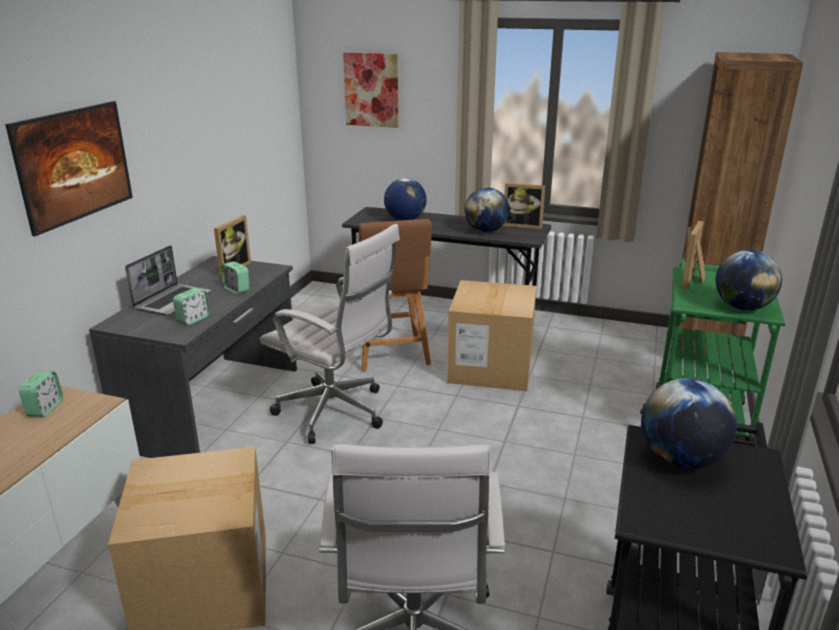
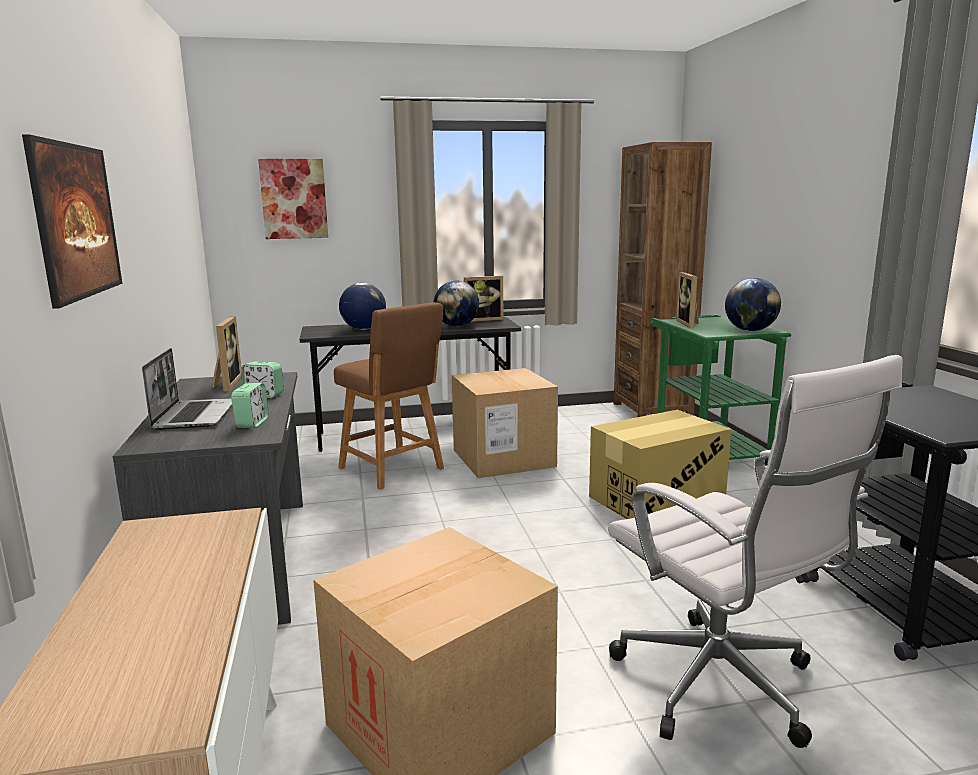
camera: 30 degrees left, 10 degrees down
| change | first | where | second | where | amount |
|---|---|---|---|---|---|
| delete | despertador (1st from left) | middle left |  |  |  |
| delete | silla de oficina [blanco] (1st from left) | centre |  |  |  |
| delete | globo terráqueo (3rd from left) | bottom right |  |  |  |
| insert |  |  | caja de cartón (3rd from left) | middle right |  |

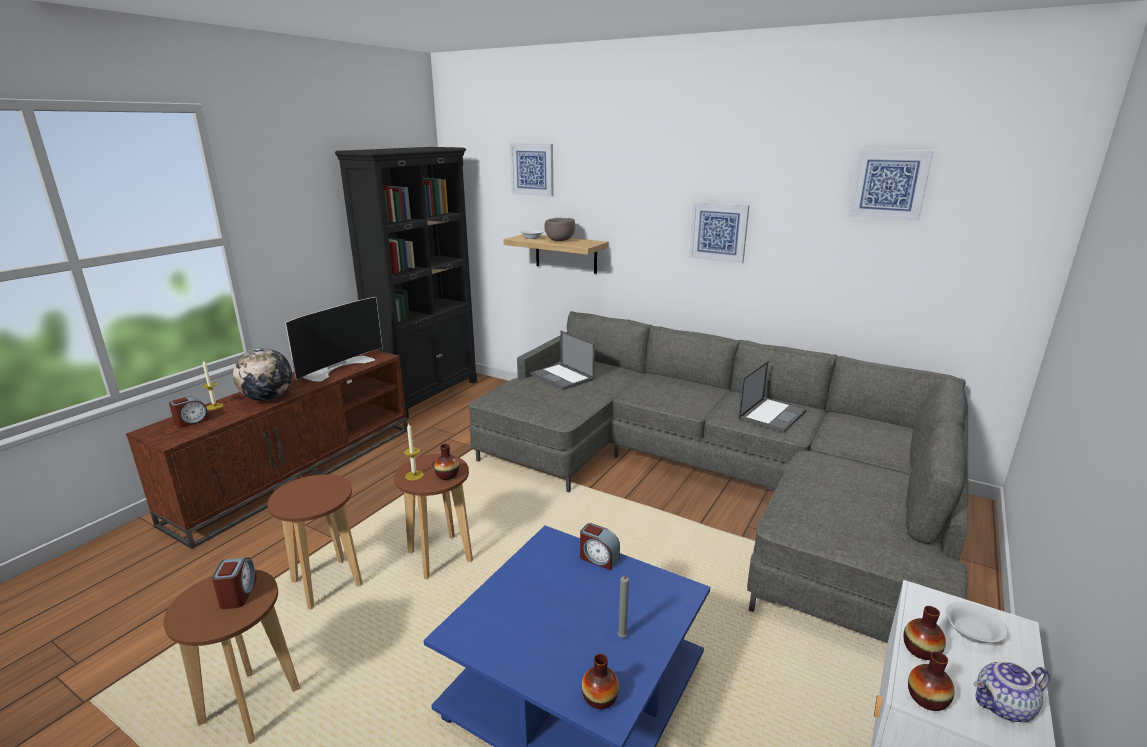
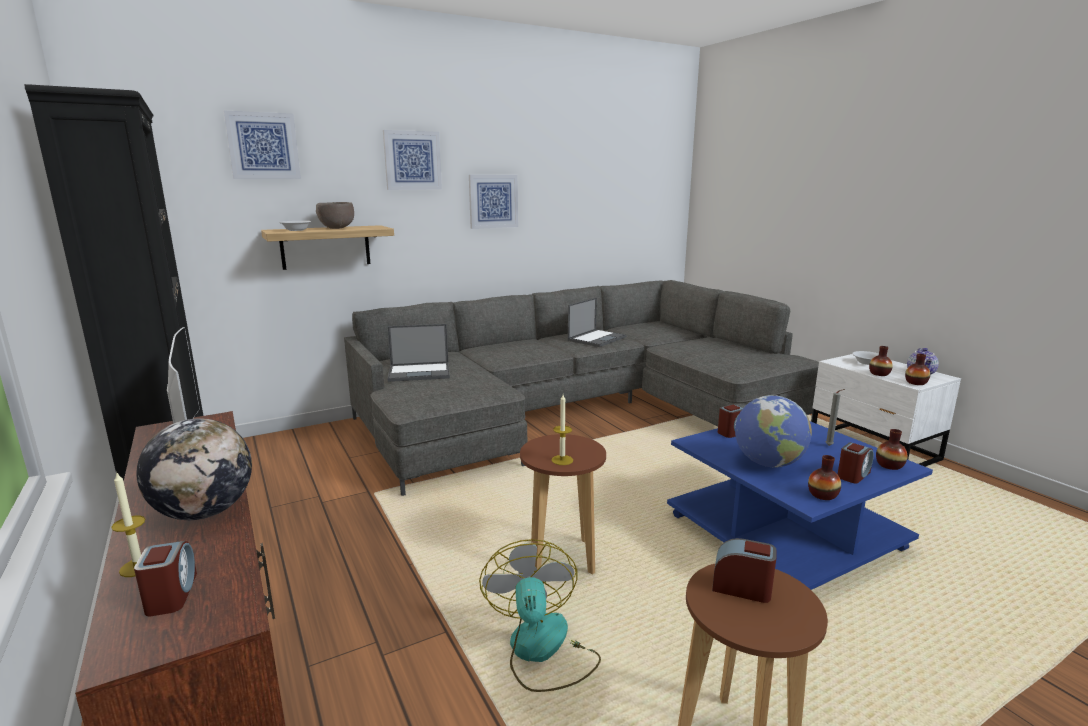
camera: 60 degrees left, 5 degrees down
| change | first | where | second | where | amount |
|---|---|---|---|---|---|
| replace | taburete [marrón] (2nd from left) | bottom left | ventilador | bottom centre |  |
| move | florero (1st from left) | centre |  | middle right |  |
| rotate | portátil (2nd from left) | middle right |  | centre | 60 degrees clockwise |
| move | cuadro (3rd from left in the first image) | top right | cuadro (2nd from left) | top centre |  |
| insert |  |  | globo terráqueo (2nd from left) | middle right |  |
| insert |  |  | despertador (4th from left) | middle right |  |

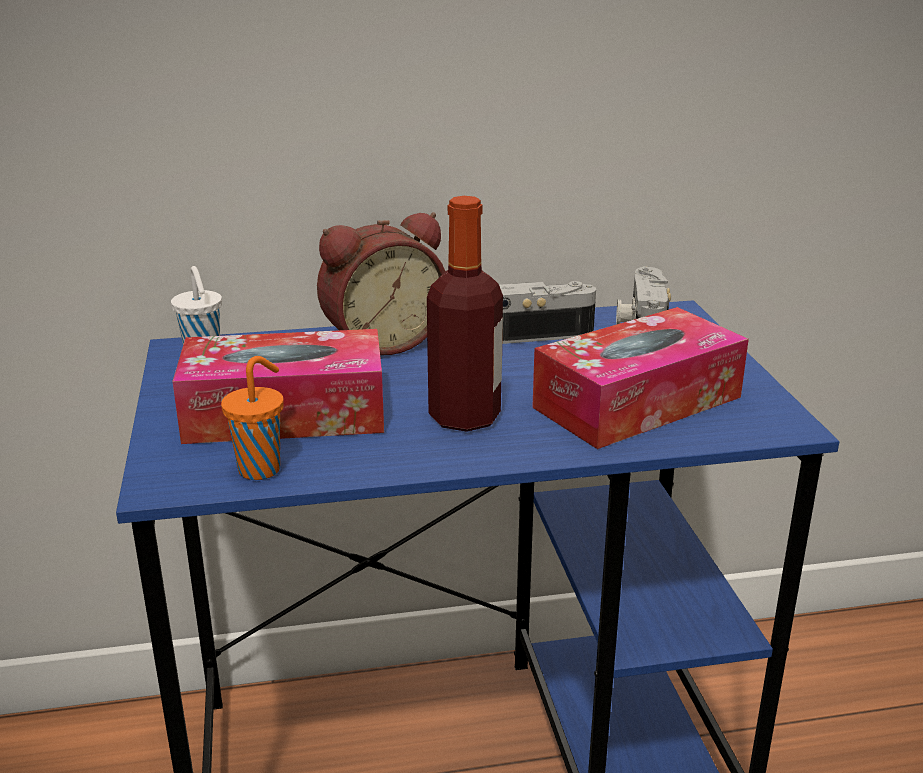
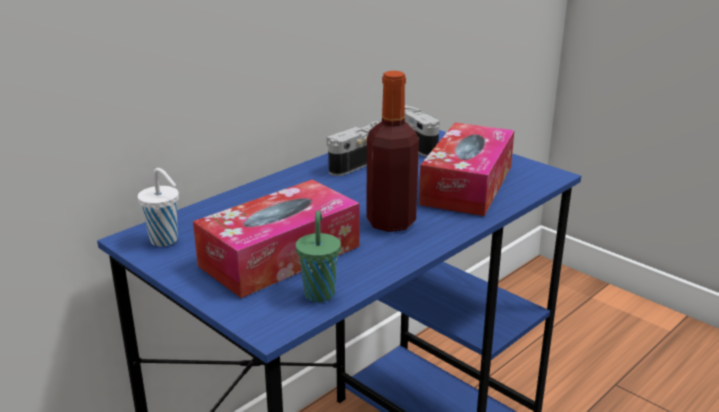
camera: 35 degrees left, 0 degrees up
| change | first | where | second | where | amount |
|---|---|---|---|---|---|
| recolor | taza [naranja] | middle left | taza [verde] | centre |  |
| delete | despertador | centre |  |  |  |

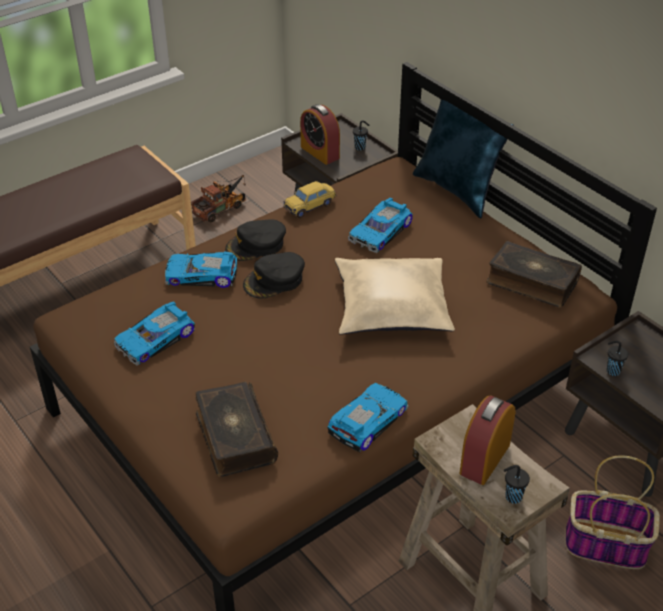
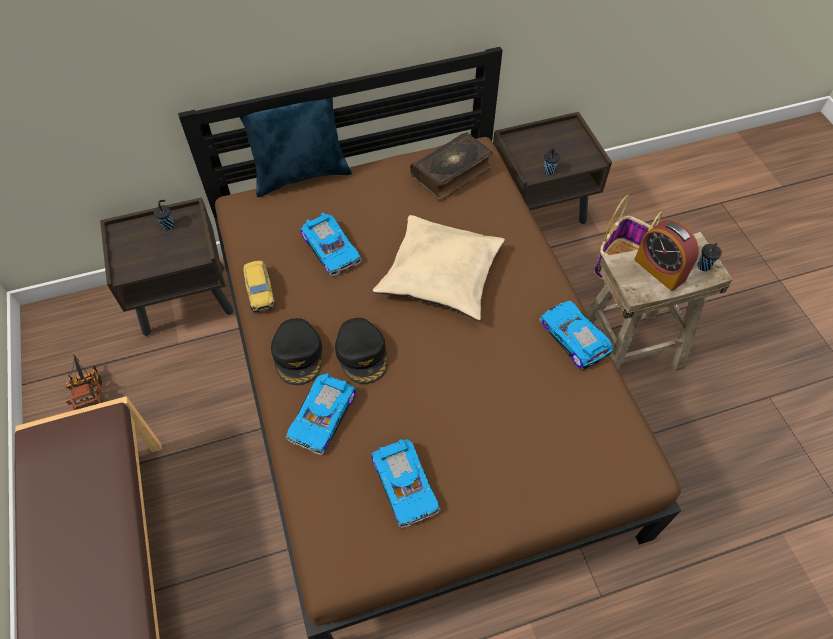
camera: 70 degrees left, 15 degrees up
| change | first | where | second | where | amount |
|---|---|---|---|---|---|
| delete | libro (1st from left) | bottom centre |  |  |  |
| delete | despertador (1st from left) | top centre |  |  |  |

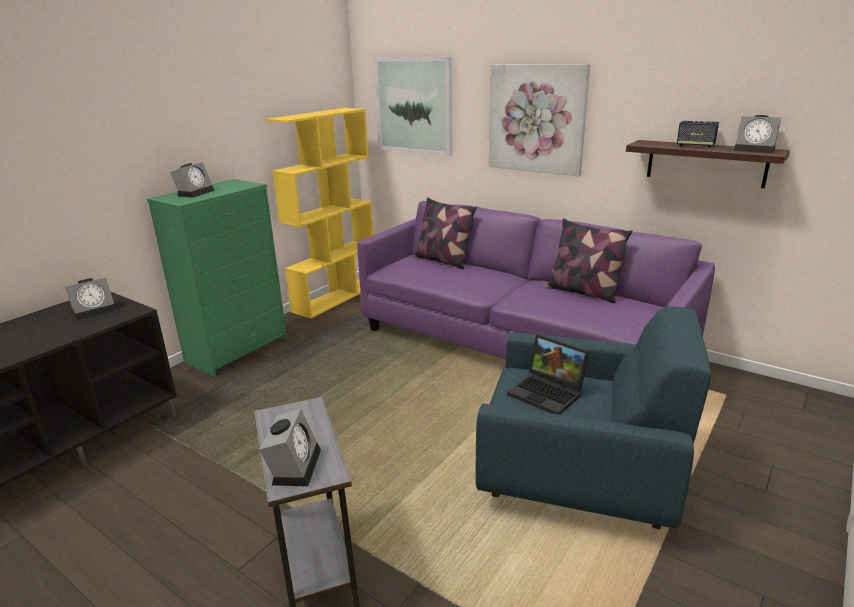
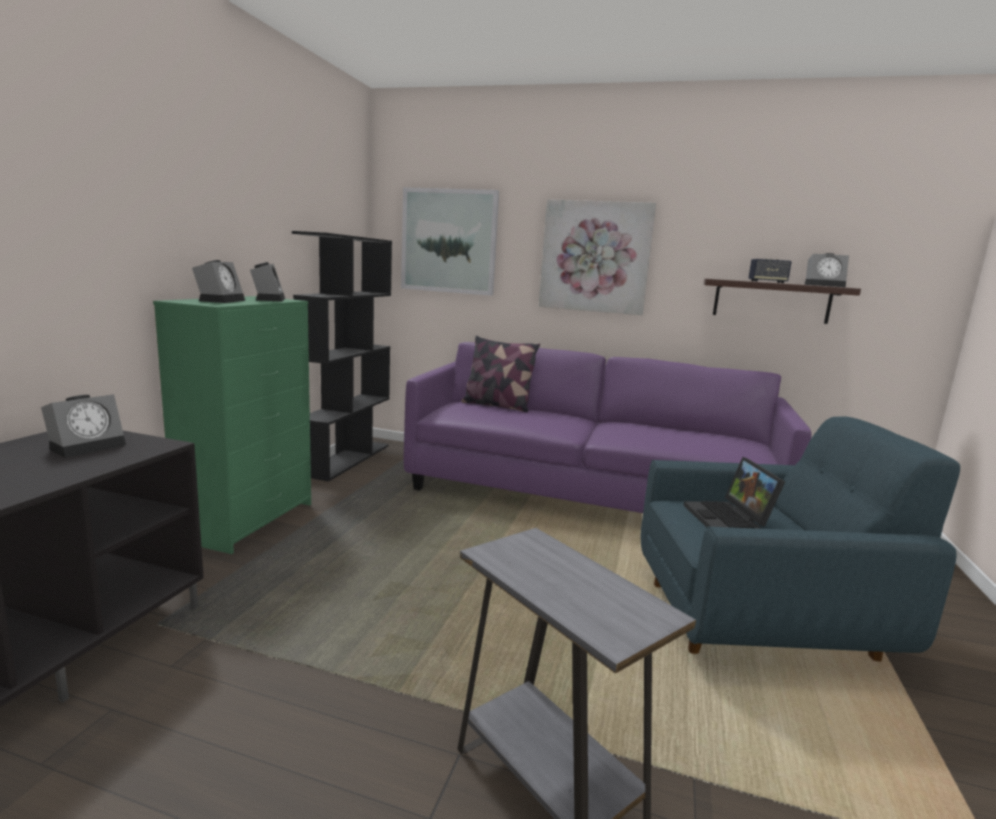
camera: 20 degrees left, 10 degrees down
| change | first | where | second | where | amount |
|---|---|---|---|---|---|
| move | despertador (3rd from left) | bottom centre |  | middle left |  |
| recolor | estantería [amarillo] | centre | estantería [negro] | centre |  |
| rotate | portátil | centre |  | middle right | 60 degrees clockwise |
| delete | cojín (2nd from left) | middle right |  |  |  |

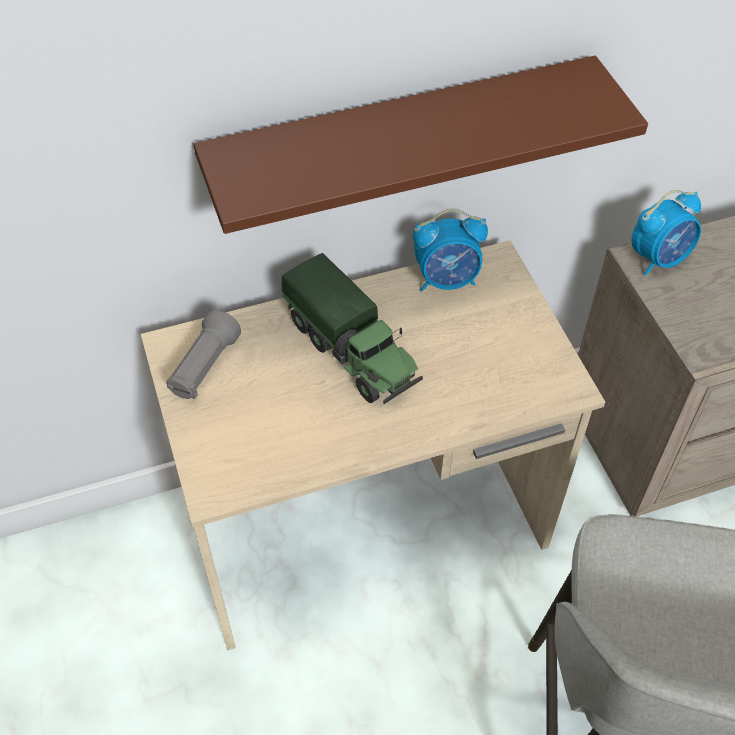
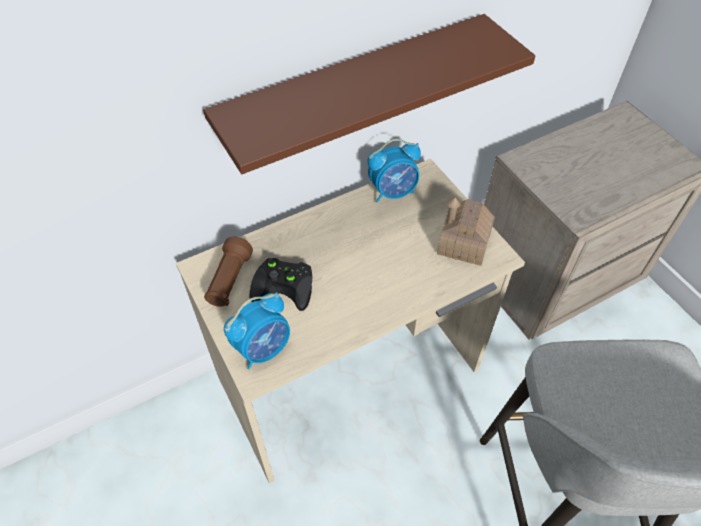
camera: 10 degrees left, 0 degrees up
| change | first | where | second | where | amount |
|---|---|---|---|---|---|
| recolor | linterna [gris] | middle left | linterna [marrón] | middle left |  |
| delete | camión de juguete | centre |  |  |  |
| move | despertador (2nd from left in the first image) | top right | despertador (1st from left) | centre |  |
| insert |  |  | mando de consola [negro] | centre |  |
| insert |  |  | casita | centre |  |

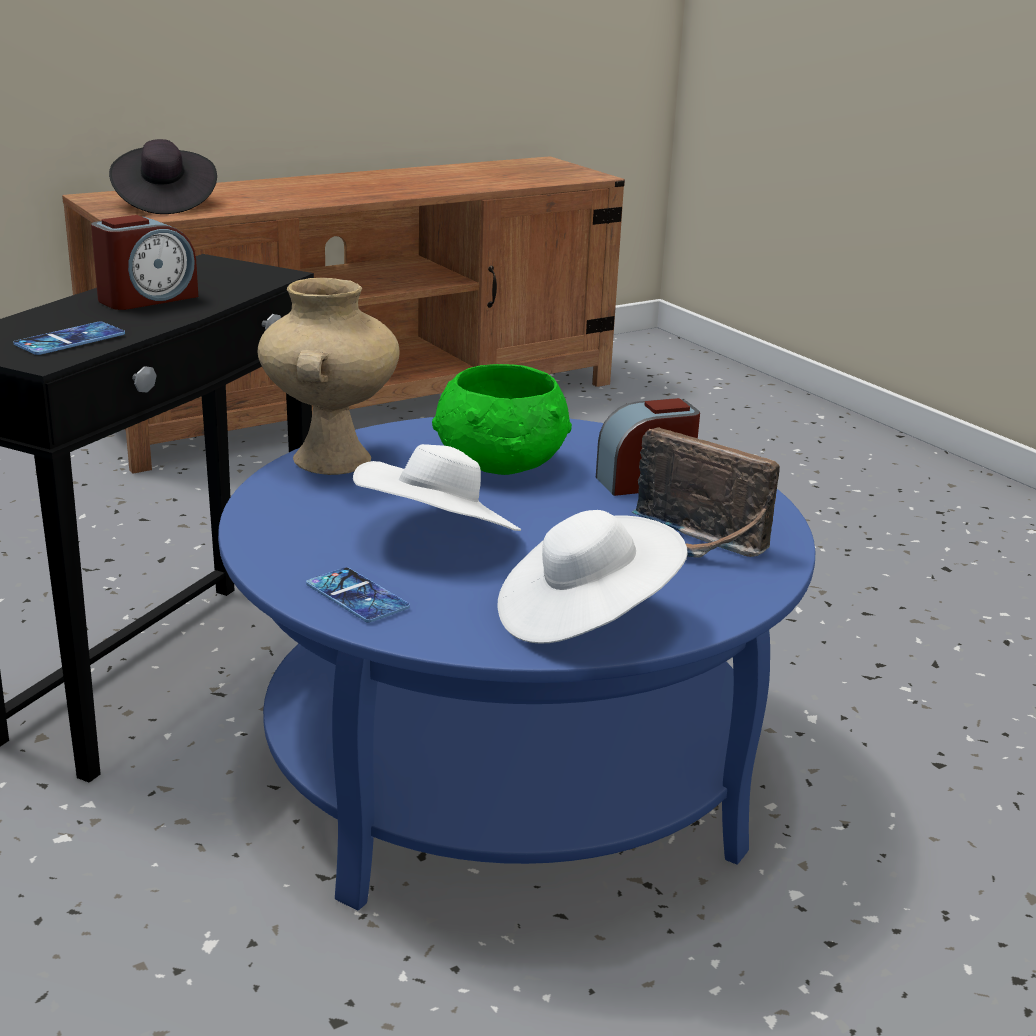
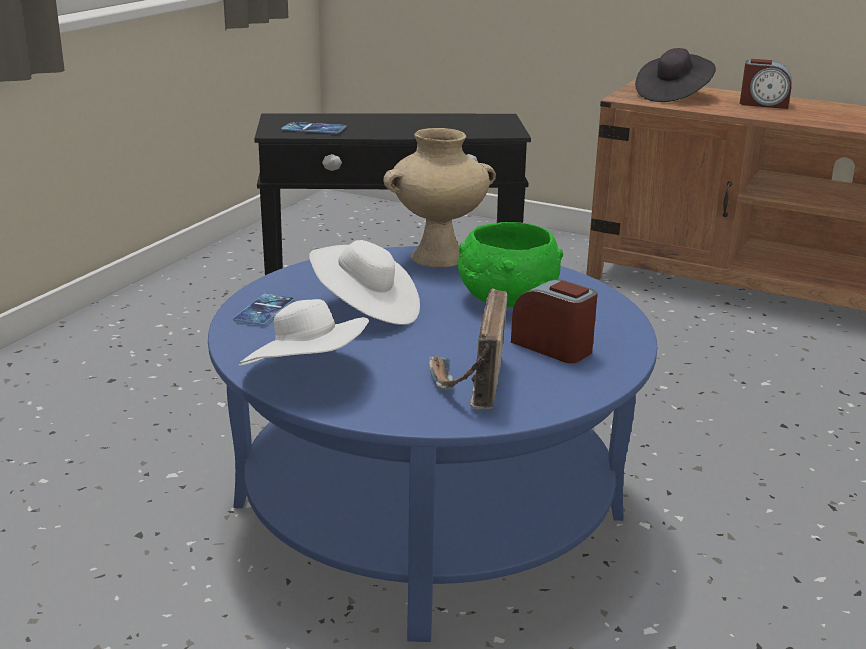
camera: 60 degrees right, 0 degrees up
| change | first | where | second | where | amount |
|---|---|---|---|---|---|
| move | despertador (1st from left in the first image) | top left | despertador (2nd from left) | top right |  |

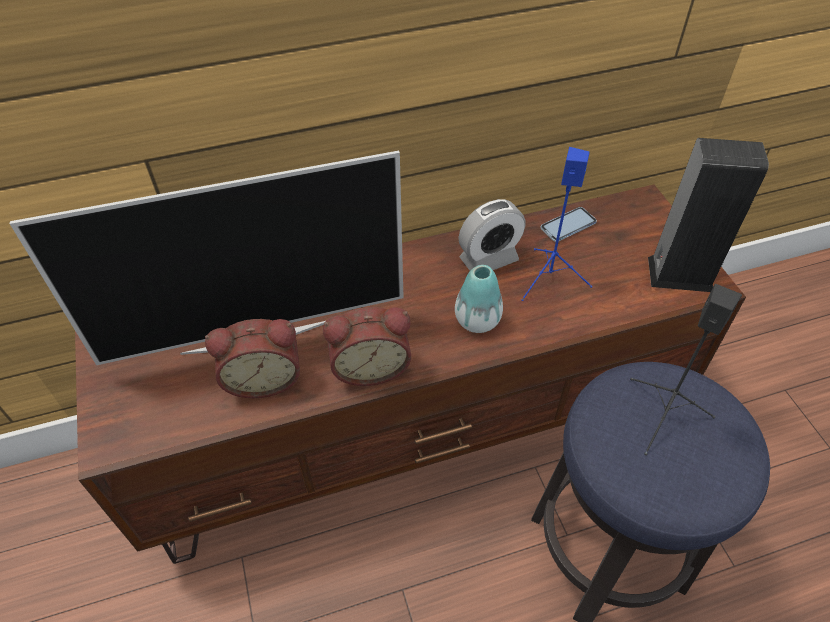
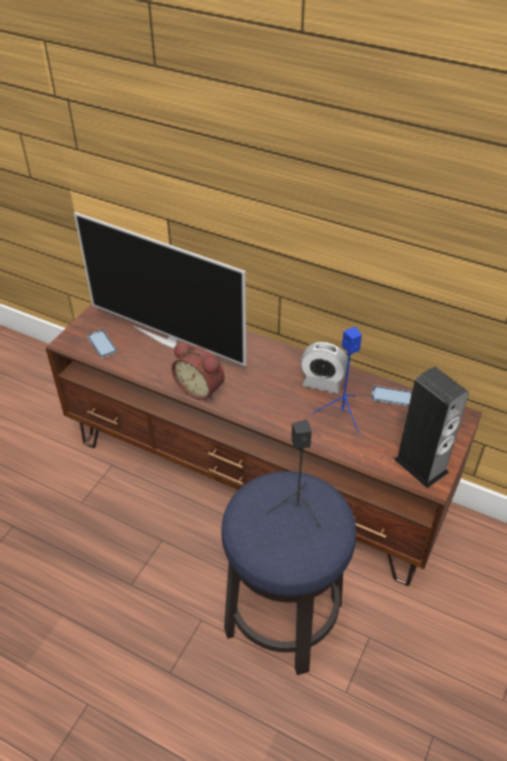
camera: 45 degrees right, 5 degrees down
| change | first | where | second | where | amount |
|---|---|---|---|---|---|
| delete | despertador (1st from left) | middle left |  |  |  |
| delete | florero | centre |  |  |  |
| insert |  |  | móvil (1st from left) | middle left |  |

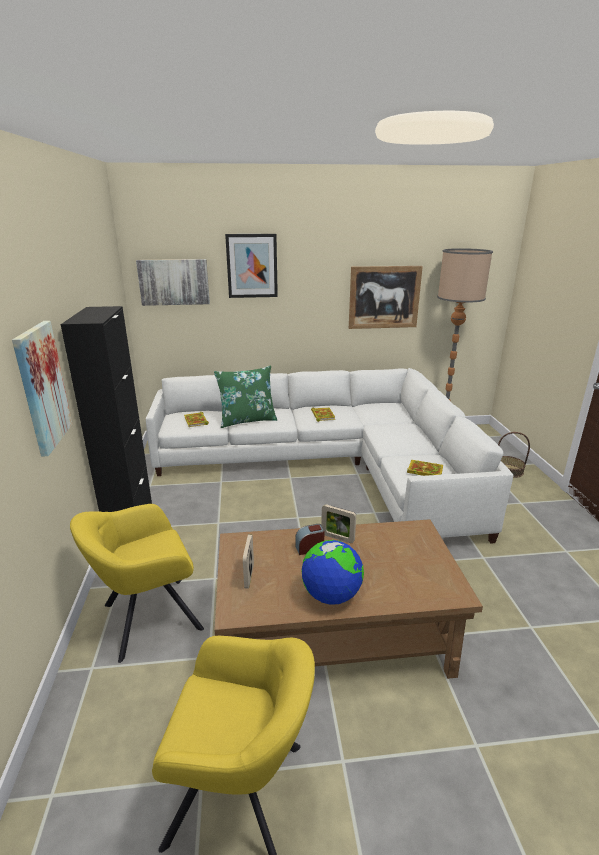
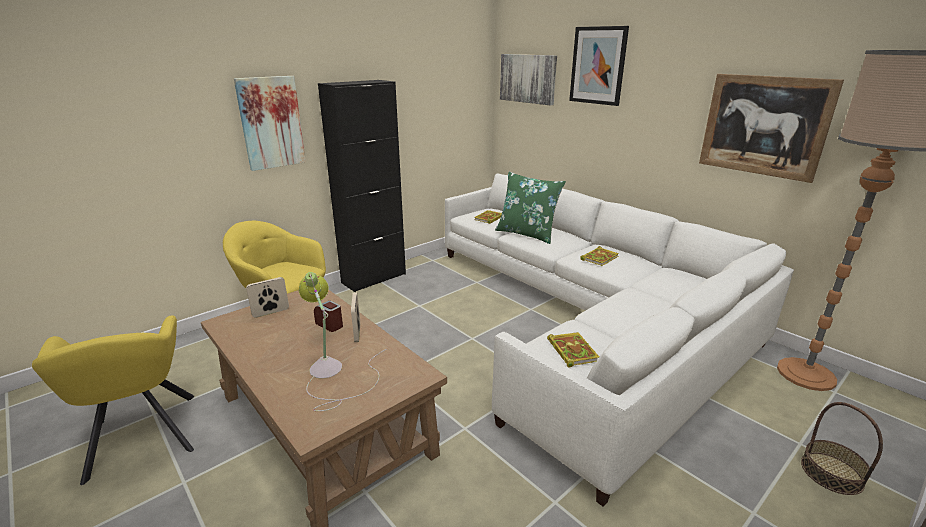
camera: 55 degrees right, 0 degrees up
| change | first | where | second | where | amount |
|---|---|---|---|---|---|
| delete | globo terráqueo | bottom centre |  |  |  |
| insert |  |  | lámpara de mesa | centre |  |

